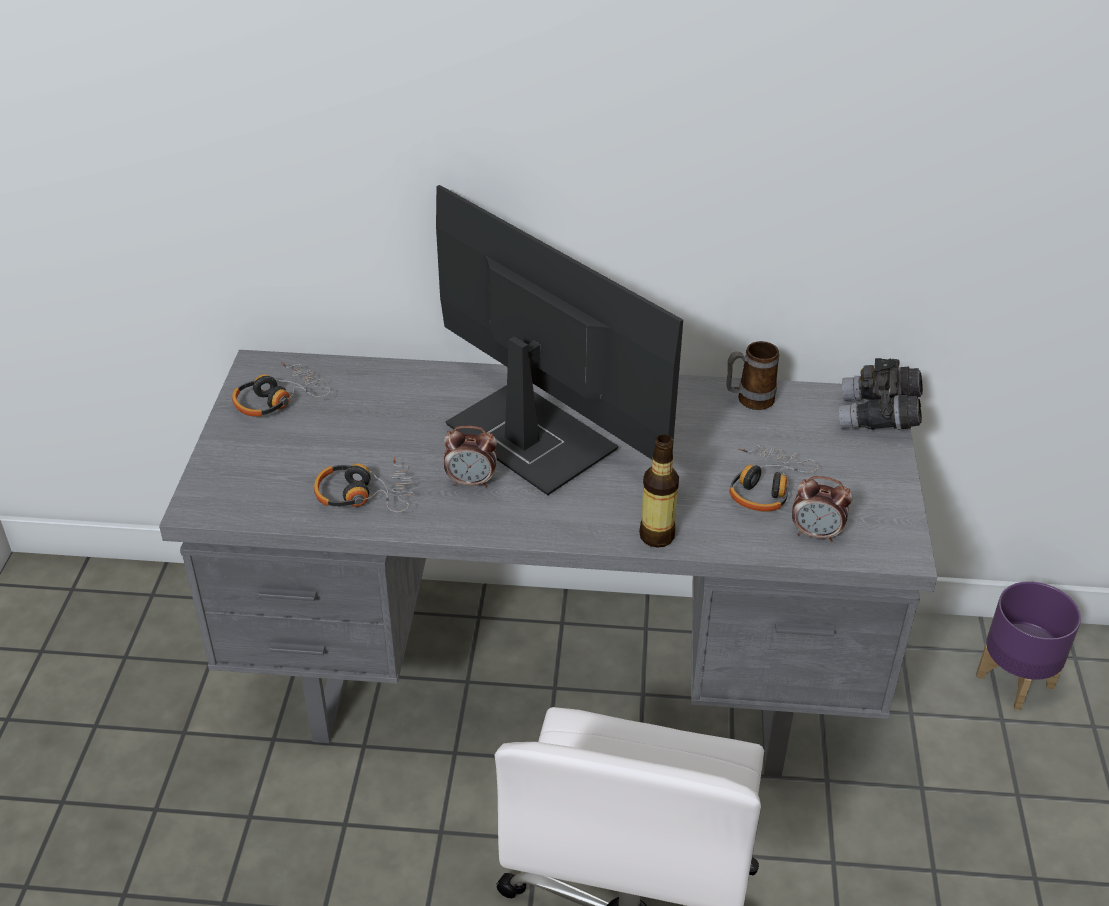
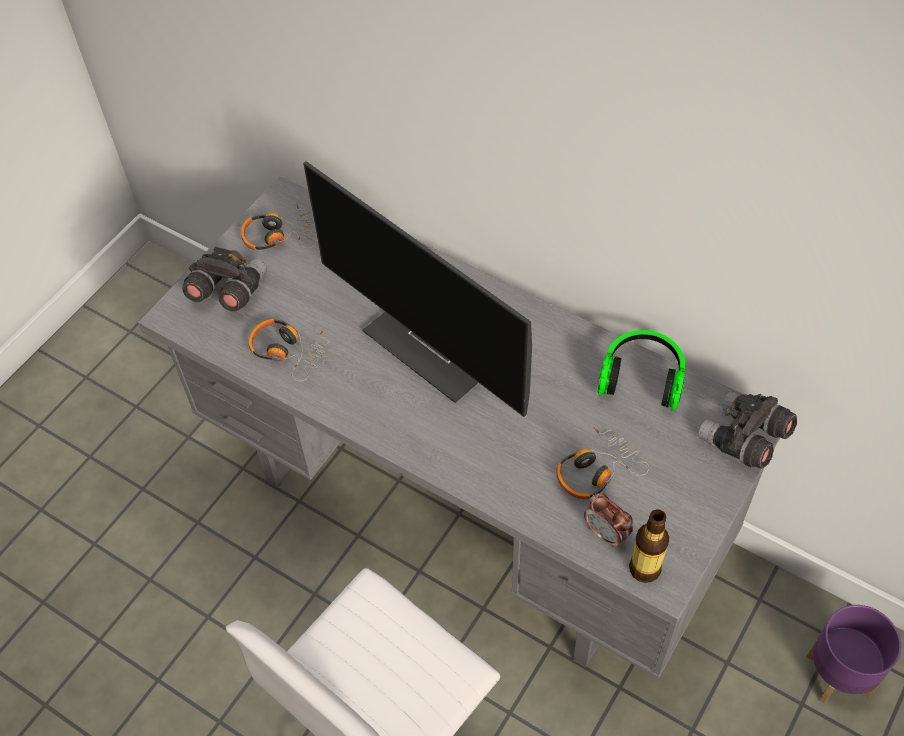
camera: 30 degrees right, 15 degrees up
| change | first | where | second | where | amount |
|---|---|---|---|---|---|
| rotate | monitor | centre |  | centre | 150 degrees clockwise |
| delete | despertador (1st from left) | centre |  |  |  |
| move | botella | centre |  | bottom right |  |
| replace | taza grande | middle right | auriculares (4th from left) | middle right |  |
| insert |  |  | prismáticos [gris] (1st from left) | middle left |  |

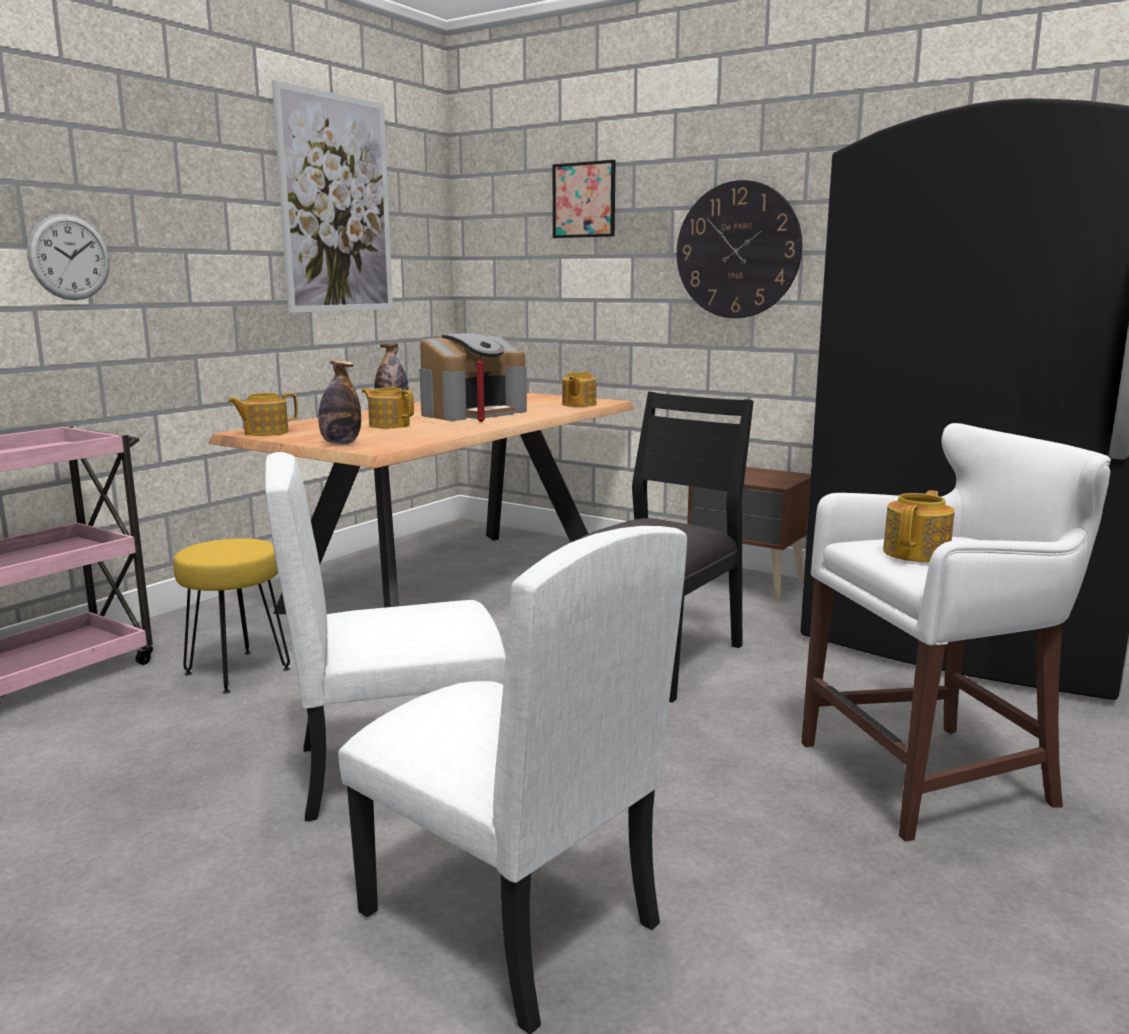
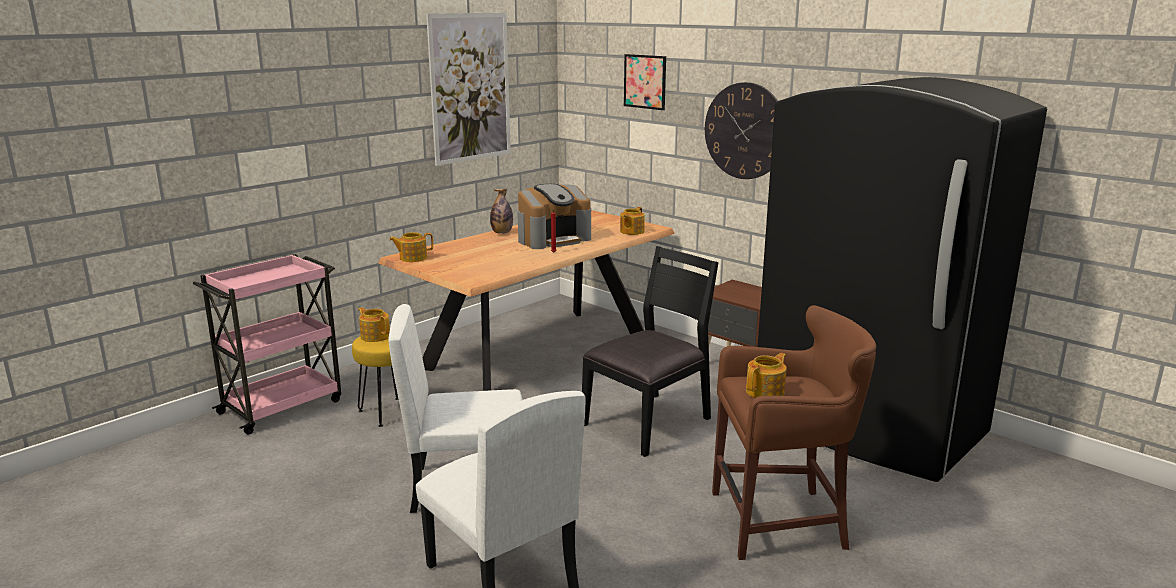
camera: 10 degrees right, 5 degrees up
| change | first | where | second | where | amount |
|---|---|---|---|---|---|
| delete | reloj de pared (1st from left) | top left |  |  |  |
| delete | botella (1st from left) | middle left |  |  |  |
| move | tetera (2nd from left in the first image) | centre | tetera (1st from left) | middle left |  |
| recolor | taburete [blanco] | middle right | taburete [marrón] | bottom right |  |

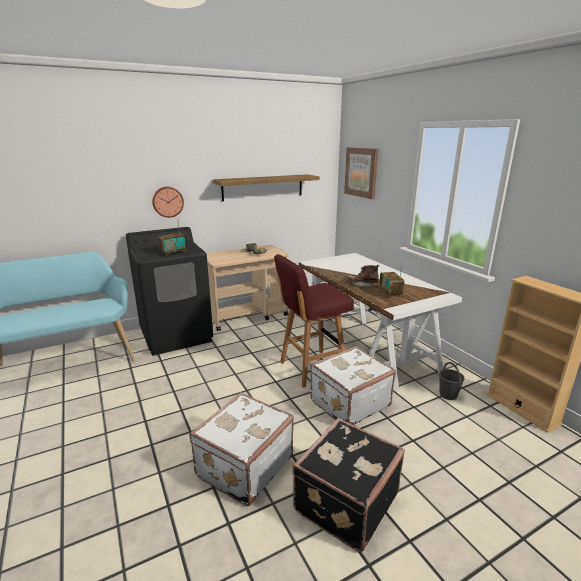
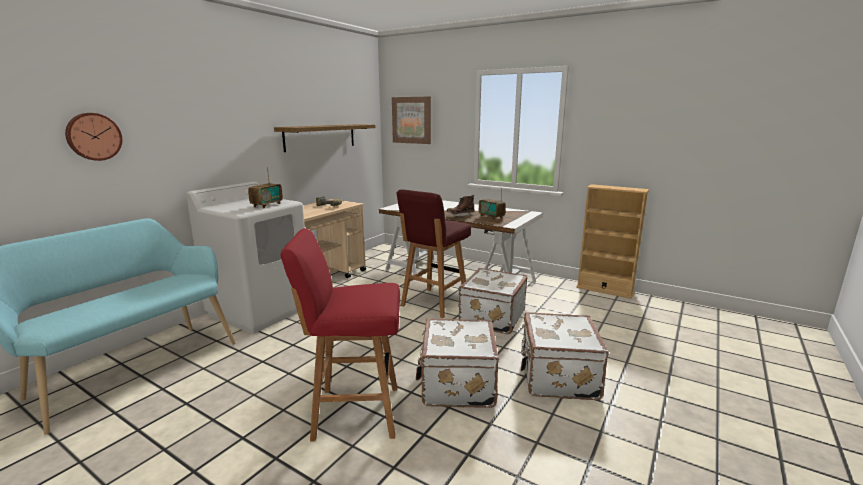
camera: 30 degrees left, 5 degrees down
| change | first | where | second | where | amount |
|---|---|---|---|---|---|
| recolor | lavadora [negro] | middle left | lavadora [blanco] | middle left |  |
| move | reloj de pared | middle left |  | top left |  |
| recolor | maleta [negro] | bottom centre | maleta [blanco] (3rd from left) | bottom centre |  |
| delete | cubo [gris] | middle right |  |  |  |
| insert |  |  | taburete [rojo] (1st from left) | bottom centre |  |

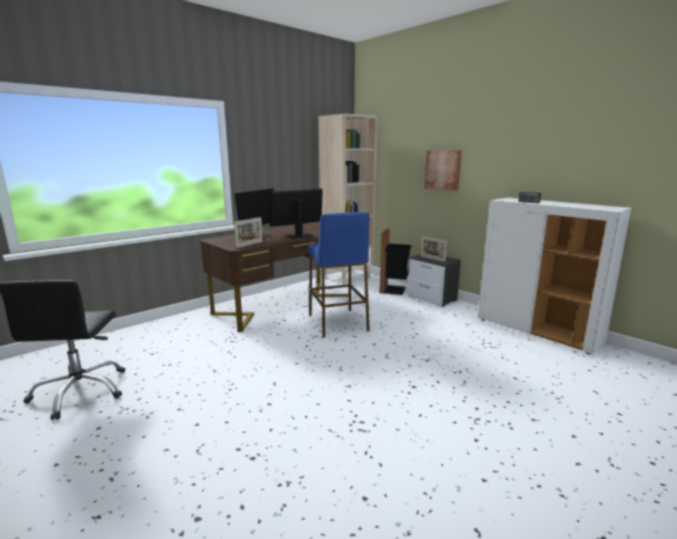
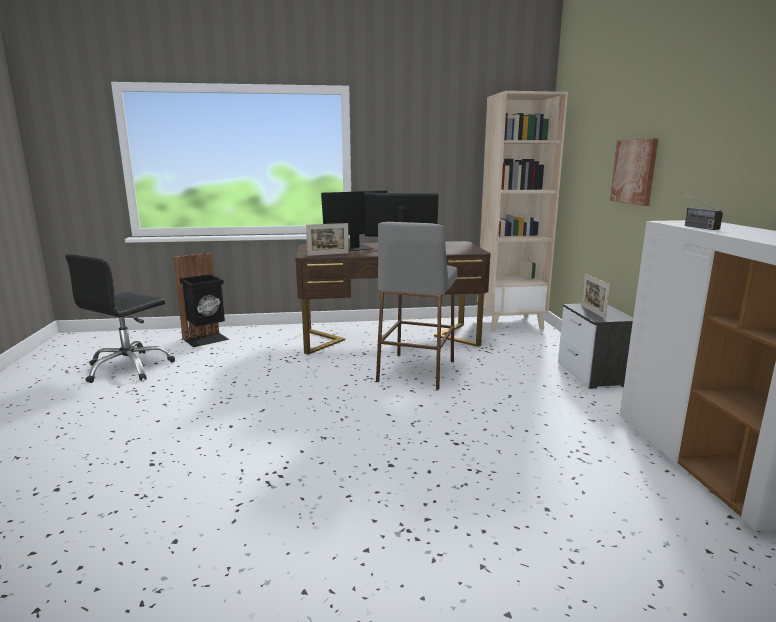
camera: 35 degrees right, 0 degrees up
| change | first | where | second | where | amount |
|---|---|---|---|---|---|
| recolor | taburete [azul] | centre | taburete [gris] | centre |  |
| move | papelera [negro] | centre |  | middle left |  |

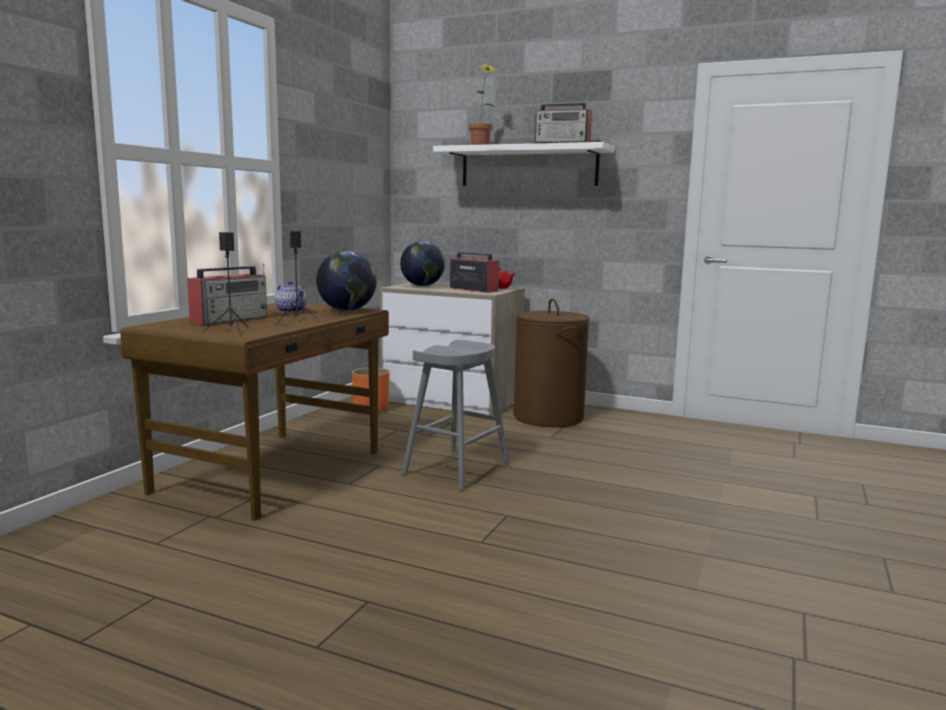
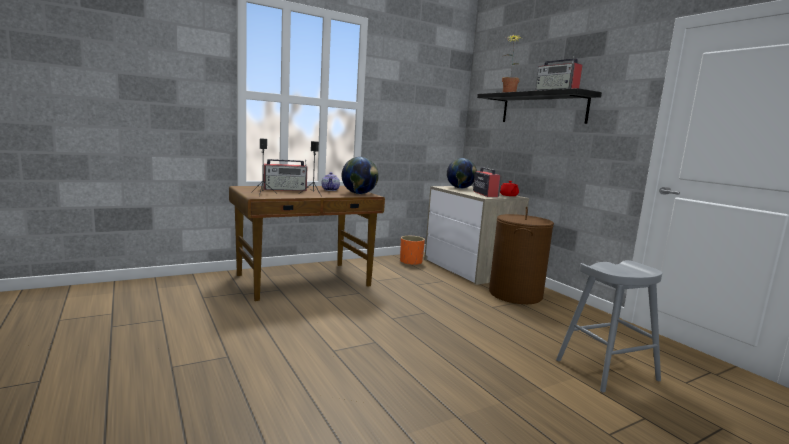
camera: 35 degrees right, 0 degrees up
| change | first | where | second | where | amount |
|---|---|---|---|---|---|
| move | taburete [gris] | centre |  | bottom right |  |
| recolor | estante [blanco] | top centre | estante [negro] | top right |  |

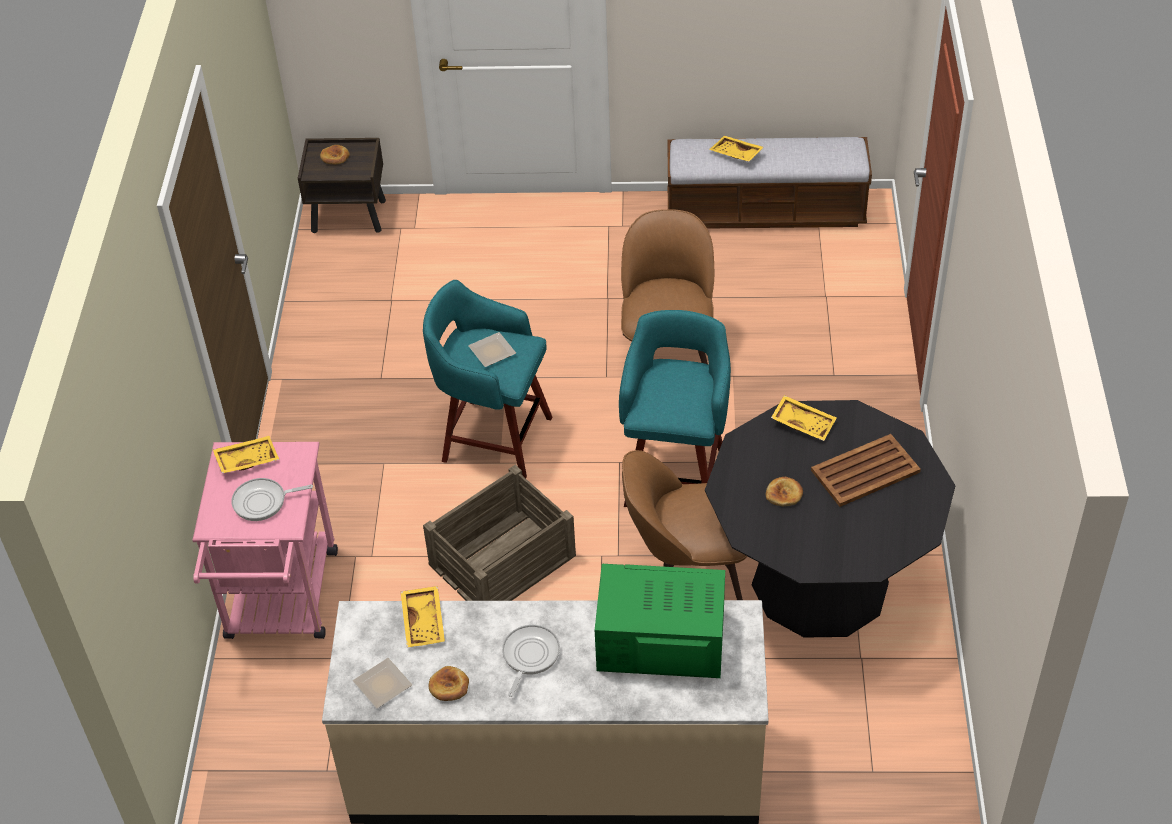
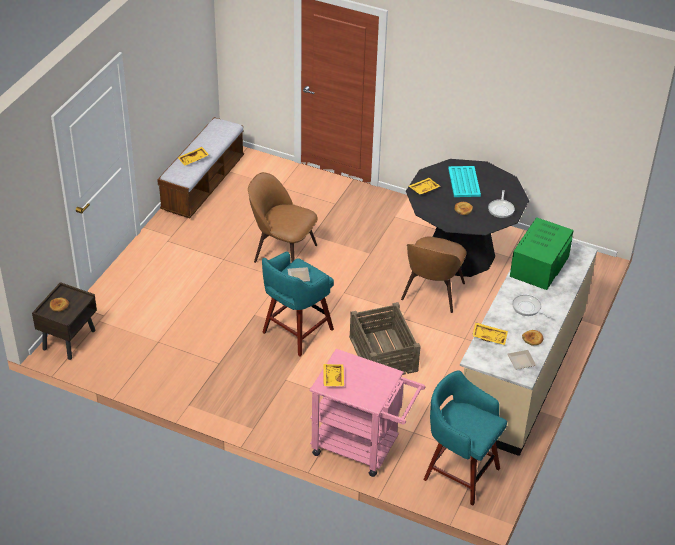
camera: 70 degrees left, 5 degrees down
| change | first | where | second | where | amount |
|---|---|---|---|---|---|
| move | sartén (1st from left) | middle left |  | middle right |  |
| move | taburete [turquesa] (2nd from left) | centre |  | bottom right |  |
| recolor | bandeja [marrón] | middle right | bandeja [turquesa] | top right |  |

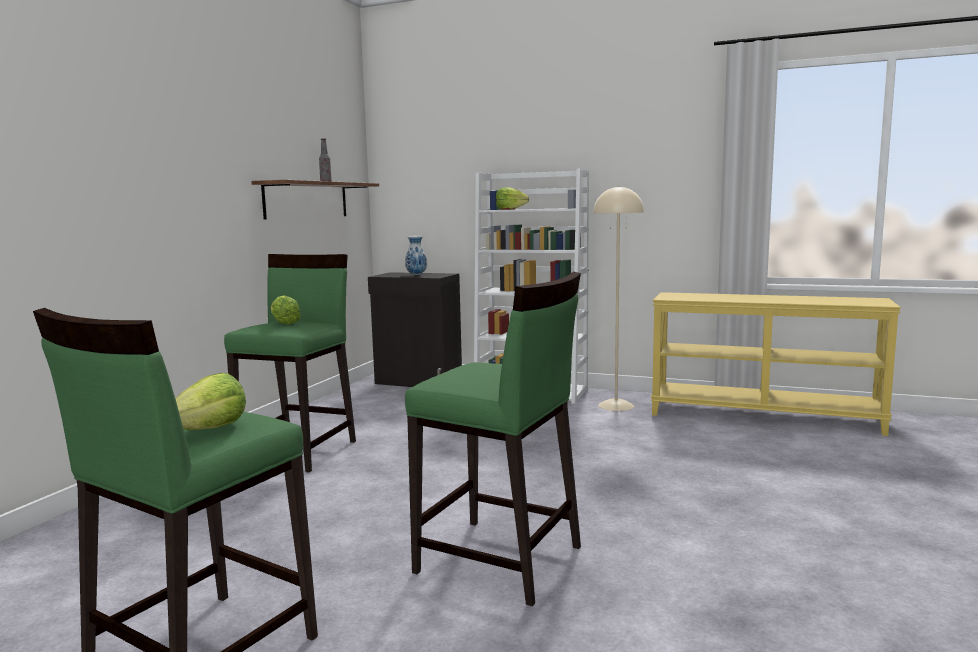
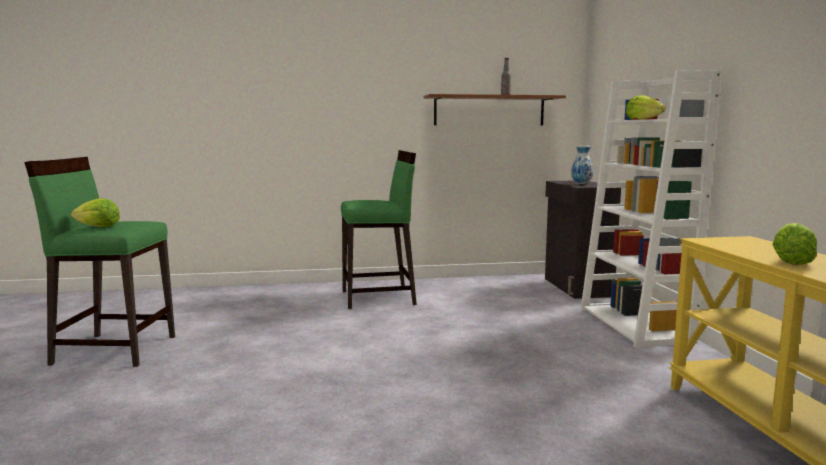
camera: 60 degrees right, 0 degrees up
| change | first | where | second | where | amount |
|---|---|---|---|---|---|
| move | lechuga (2nd from left in the first image) | middle left | lechuga (3rd from left) | middle right |  |
| delete | taburete [verde] (3rd from left) | bottom centre |  |  |  |
| delete | lámpara de pie [beis] | centre |  |  |  |

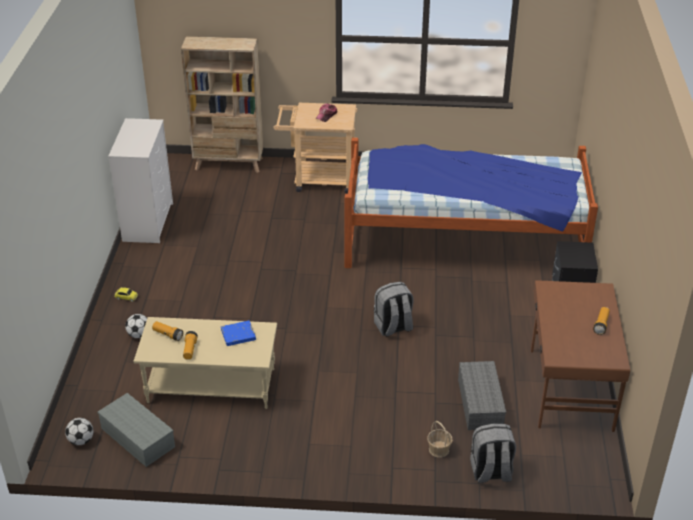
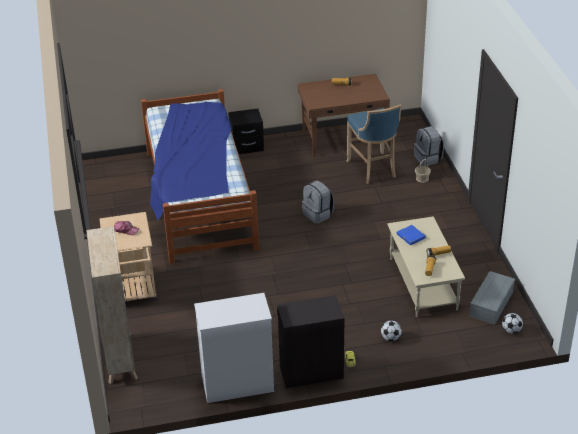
camera: 105 degrees left, 0 degrees up
| change | first | where | second | where | amount |
|---|---|---|---|---|---|
| replace | caja de almacenaje [gris] (2nd from left) | bottom right | taburete [azul] | top centre |  |
| insert |  |  | armario [negro] | bottom centre |  |

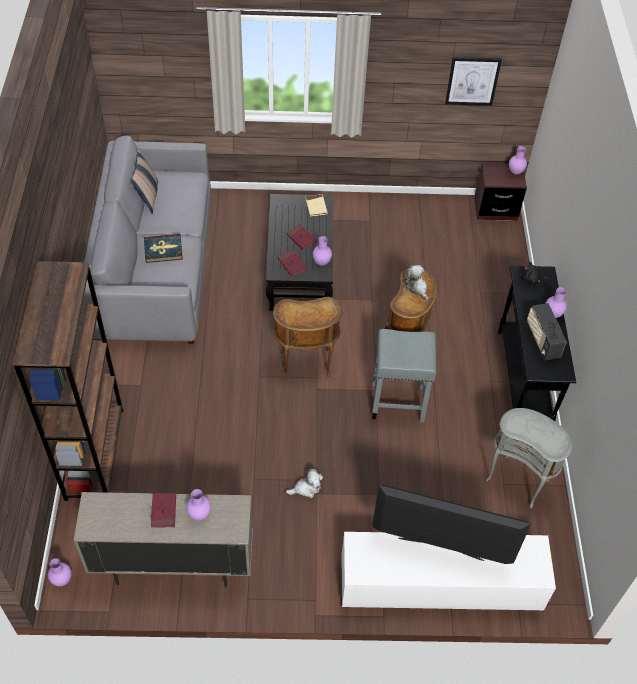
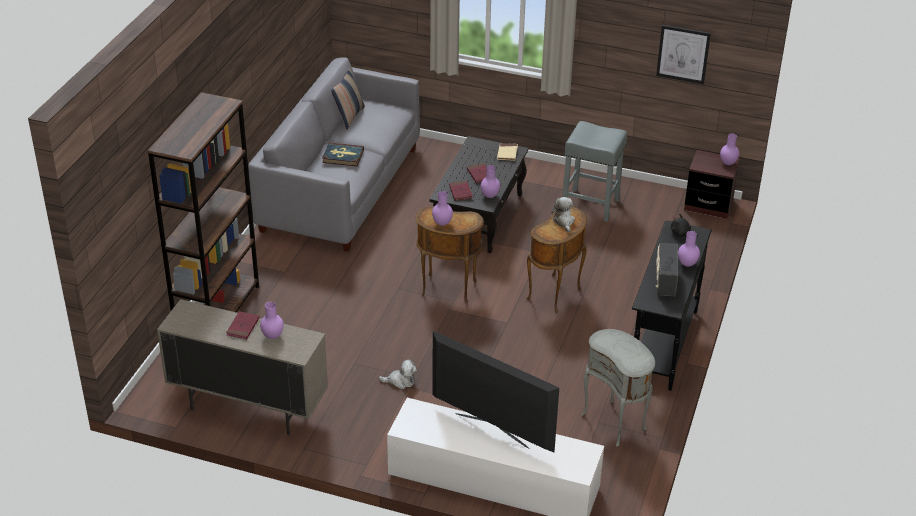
camera: 20 degrees right, 15 degrees down
| change | first | where | second | where | amount |
|---|---|---|---|---|---|
| move | florero [morado] (1st from left in the first image) | bottom left | florero [morado] (2nd from left) | centre |  |
| move | taburete [gris] | centre |  | top centre |  |

